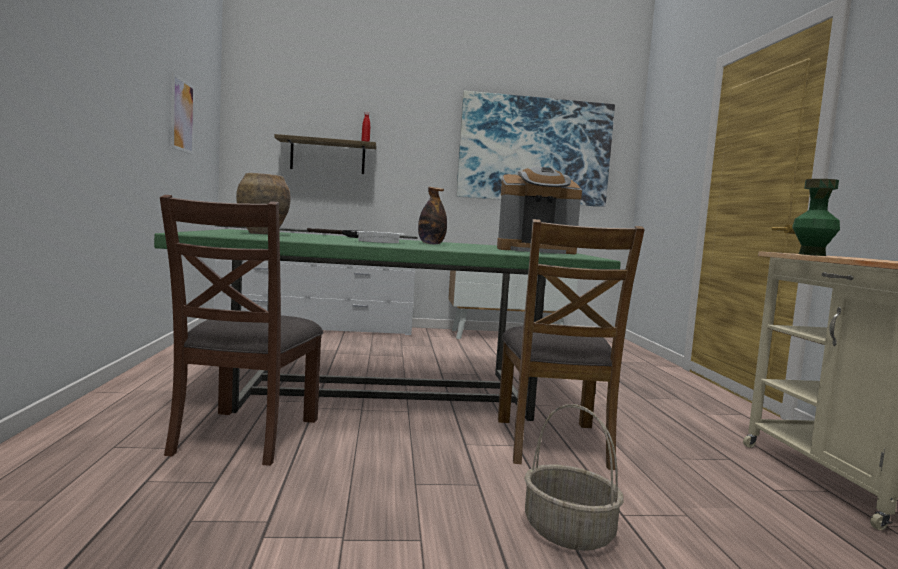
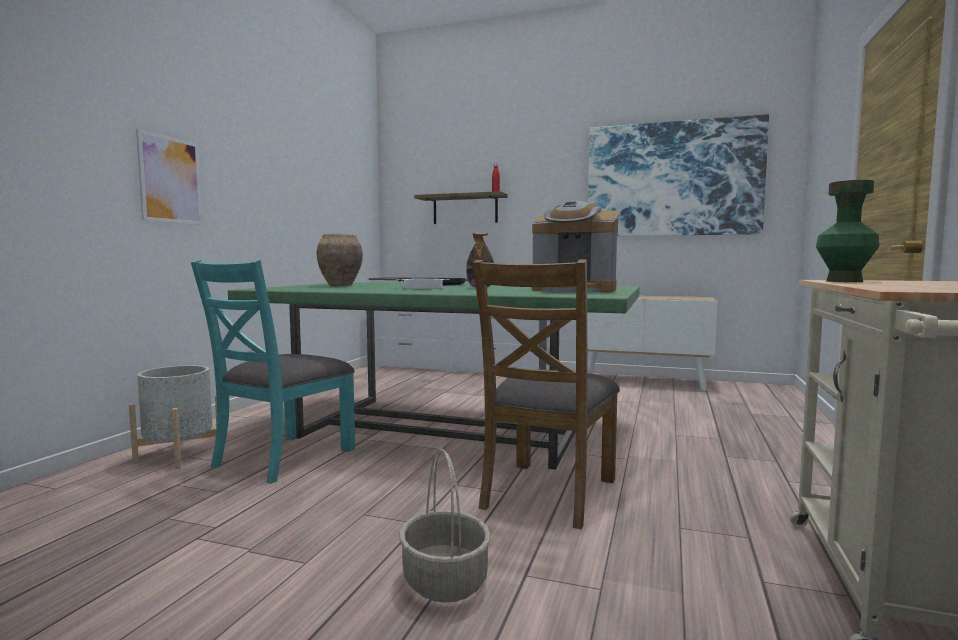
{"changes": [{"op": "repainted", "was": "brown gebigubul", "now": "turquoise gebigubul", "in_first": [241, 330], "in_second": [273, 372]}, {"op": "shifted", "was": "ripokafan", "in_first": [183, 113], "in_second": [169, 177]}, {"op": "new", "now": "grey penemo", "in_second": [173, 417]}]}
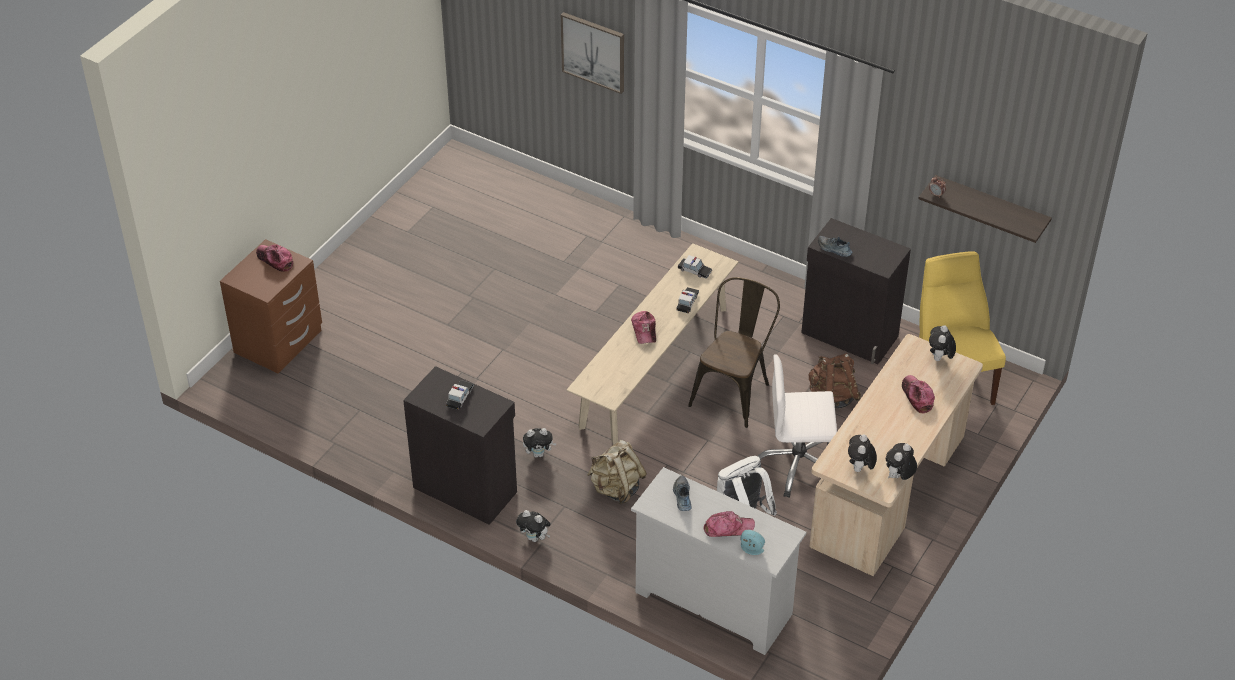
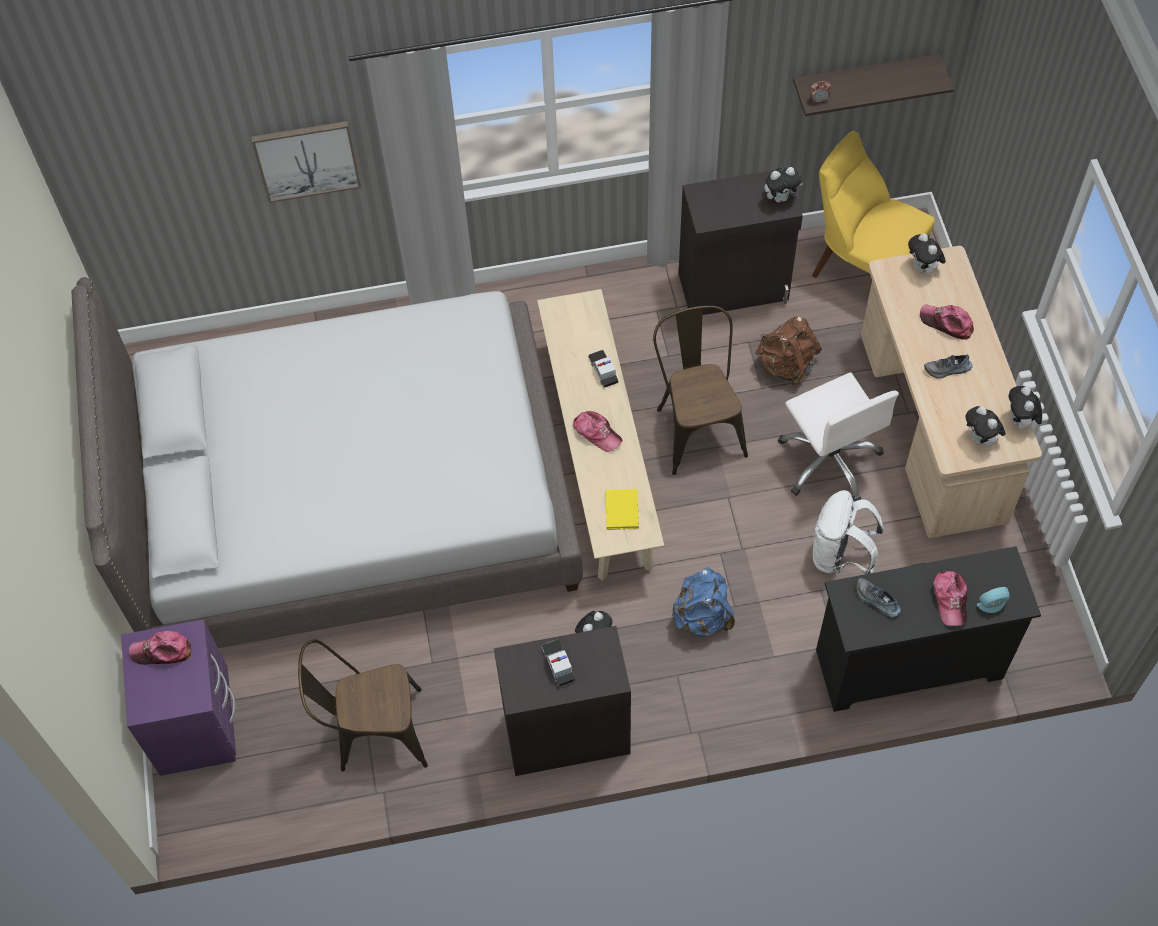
{"changes": [{"op": "repainted", "was": "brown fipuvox", "now": "purple fipuvox", "in_first": [271, 306], "in_second": [178, 698]}, {"op": "shifted", "was": "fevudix", "in_first": [533, 526], "in_second": [783, 184]}, {"op": "repainted", "was": "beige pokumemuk", "now": "blue pokumemuk", "in_first": [617, 472], "in_second": [703, 602]}, {"op": "repainted", "was": "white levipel", "now": "black levipel", "in_first": [718, 561], "in_second": [928, 629]}, {"op": "gone", "was": "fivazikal", "in_first": [695, 267]}, {"op": "rotated", "was": "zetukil", "in_first": [729, 524], "in_second": [950, 598], "clockwise": 135}, {"op": "rotated", "was": "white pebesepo", "in_first": [797, 426], "in_second": [838, 436], "clockwise": -75}, {"op": "shifted", "was": "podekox", "in_first": [835, 246], "in_second": [948, 366]}, {"op": "new", "now": "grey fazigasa", "in_second": [327, 462]}, {"op": "new", "now": "brown gebigubul", "in_second": [363, 705]}, {"op": "new", "now": "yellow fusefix", "in_second": [622, 509]}]}
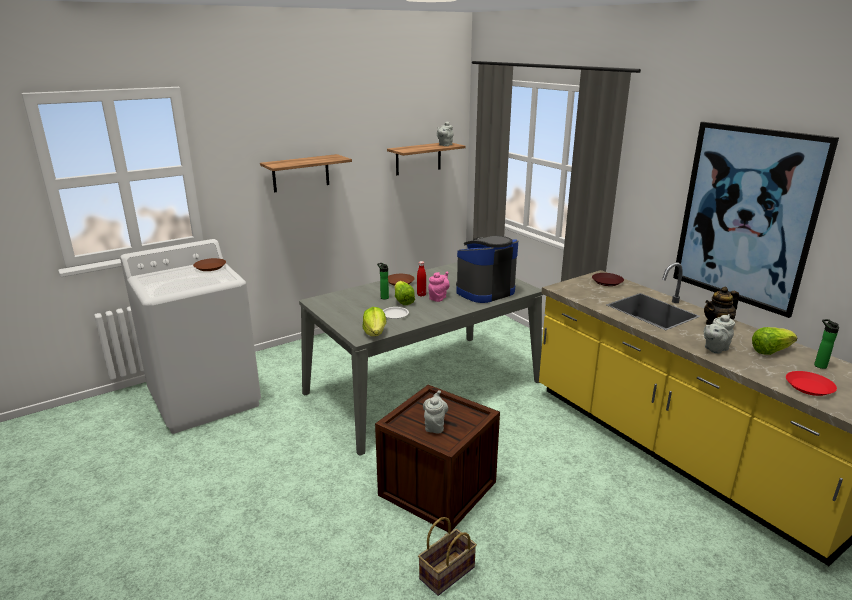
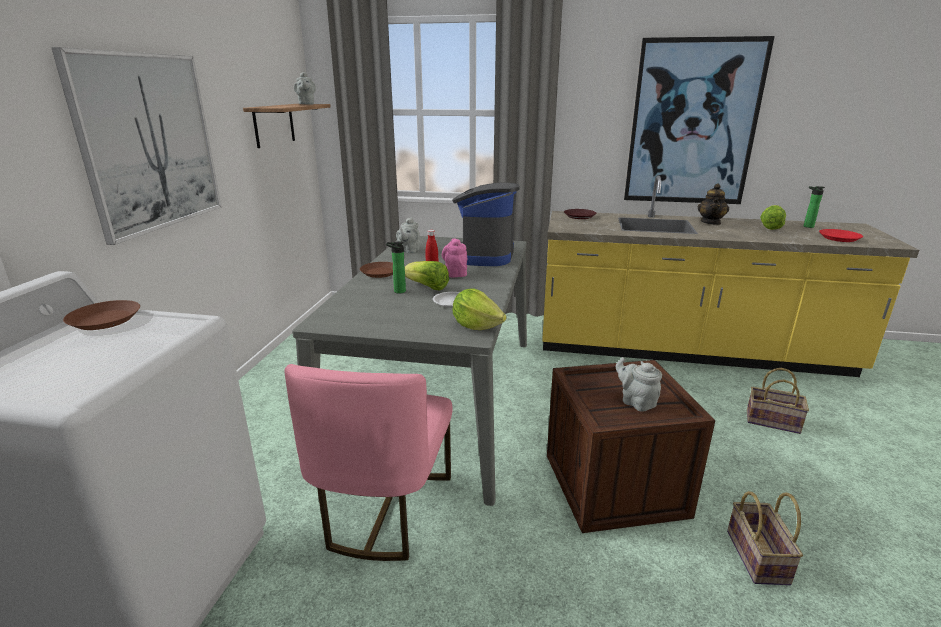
{"changes": [{"op": "swapped", "was": "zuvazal", "now": "ripokafan", "in_first": [306, 173], "in_second": [136, 146]}, {"op": "shifted", "was": "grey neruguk", "in_first": [719, 334], "in_second": [408, 235]}, {"op": "new", "now": "pink gebigubul", "in_second": [368, 462]}, {"op": "new", "now": "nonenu", "in_second": [778, 401]}]}
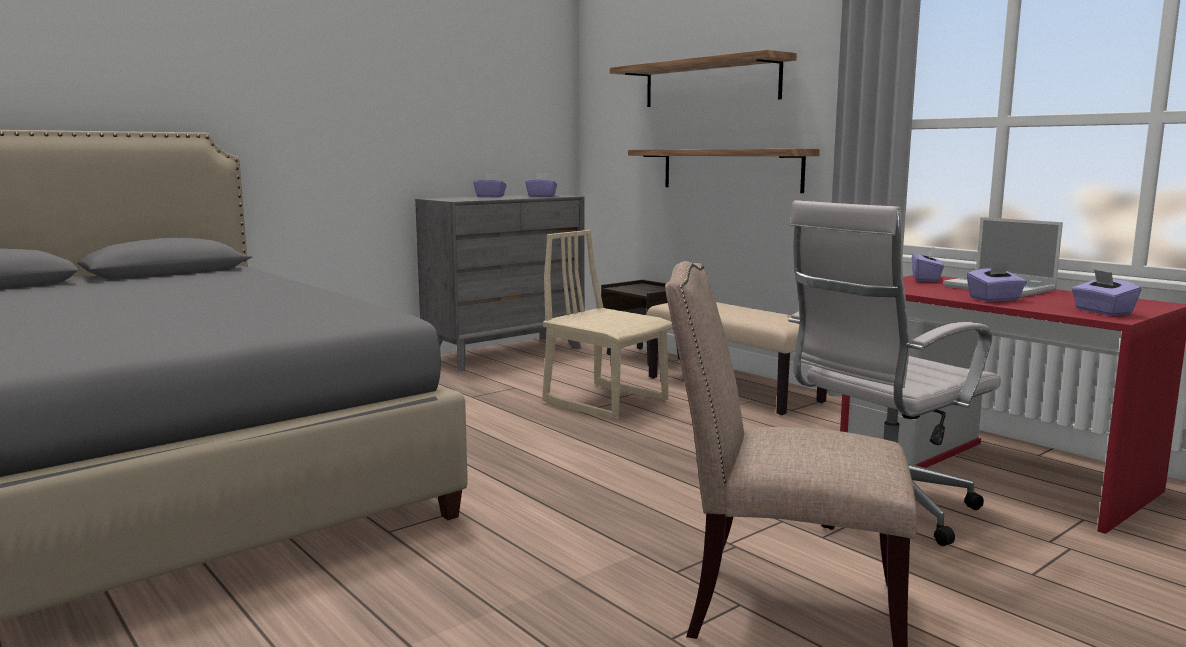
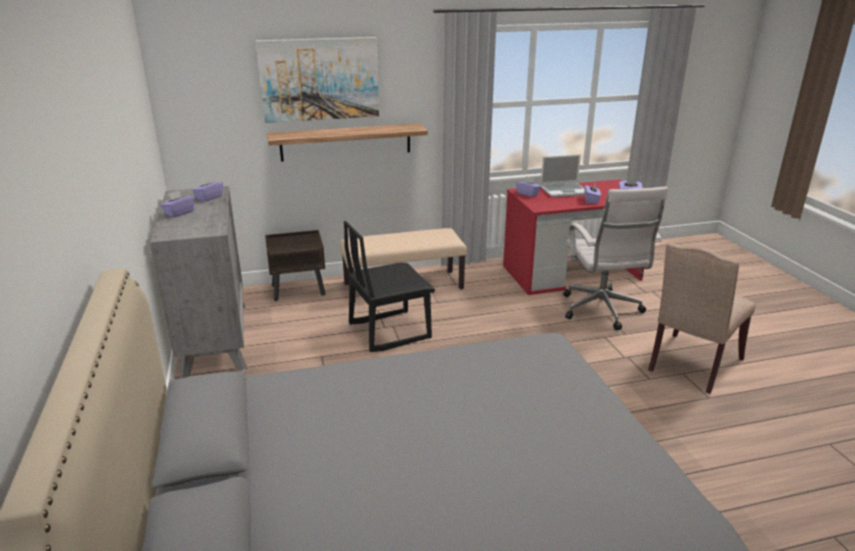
{"changes": [{"op": "repainted", "was": "beige gebigubul", "now": "black gebigubul", "in_first": [607, 325], "in_second": [389, 286]}, {"op": "swapped", "was": "zuvazal", "now": "ripokafan", "in_first": [703, 78], "in_second": [317, 80]}]}
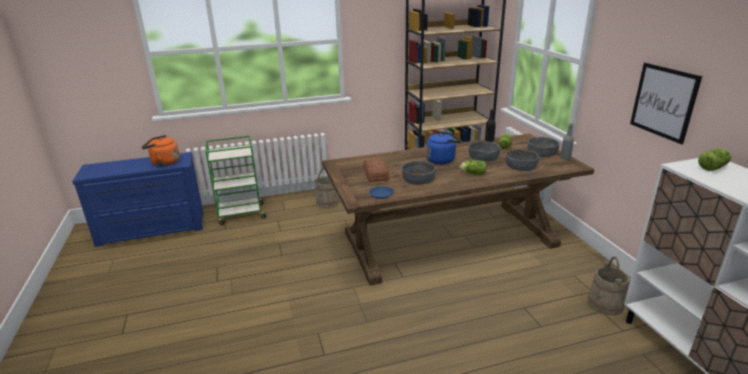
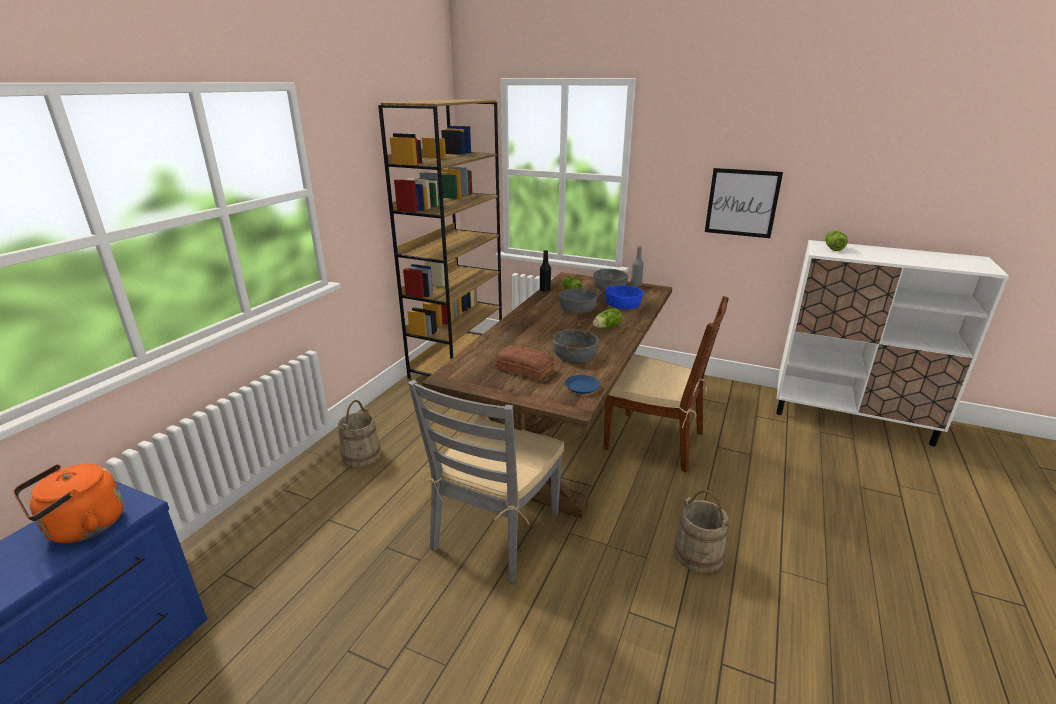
{"changes": [{"op": "gone", "was": "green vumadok", "in_first": [236, 180]}, {"op": "gone", "was": "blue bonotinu", "in_first": [444, 147]}, {"op": "repainted", "was": "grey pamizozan", "now": "blue pamizozan", "in_first": [523, 160], "in_second": [624, 297]}, {"op": "shifted", "was": "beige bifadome", "in_first": [608, 286], "in_second": [701, 531]}, {"op": "new", "now": "grey gebigubul", "in_second": [486, 481]}, {"op": "new", "now": "brown gebigubul", "in_second": [666, 384]}]}
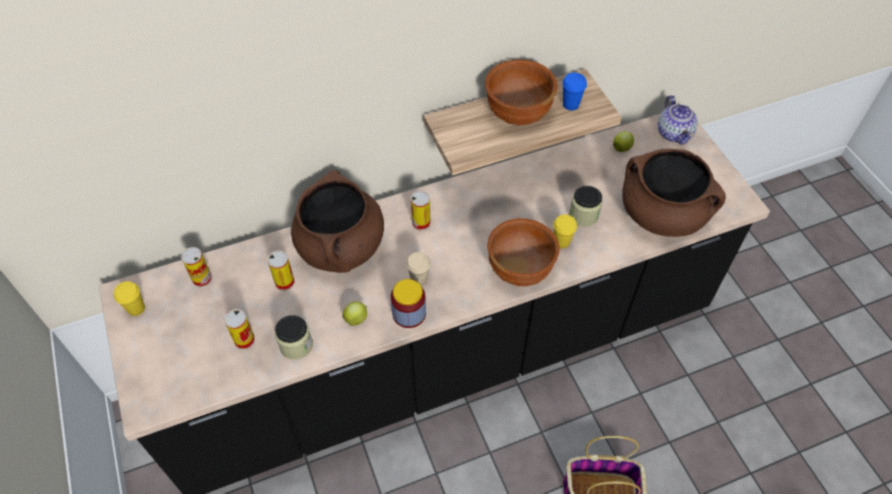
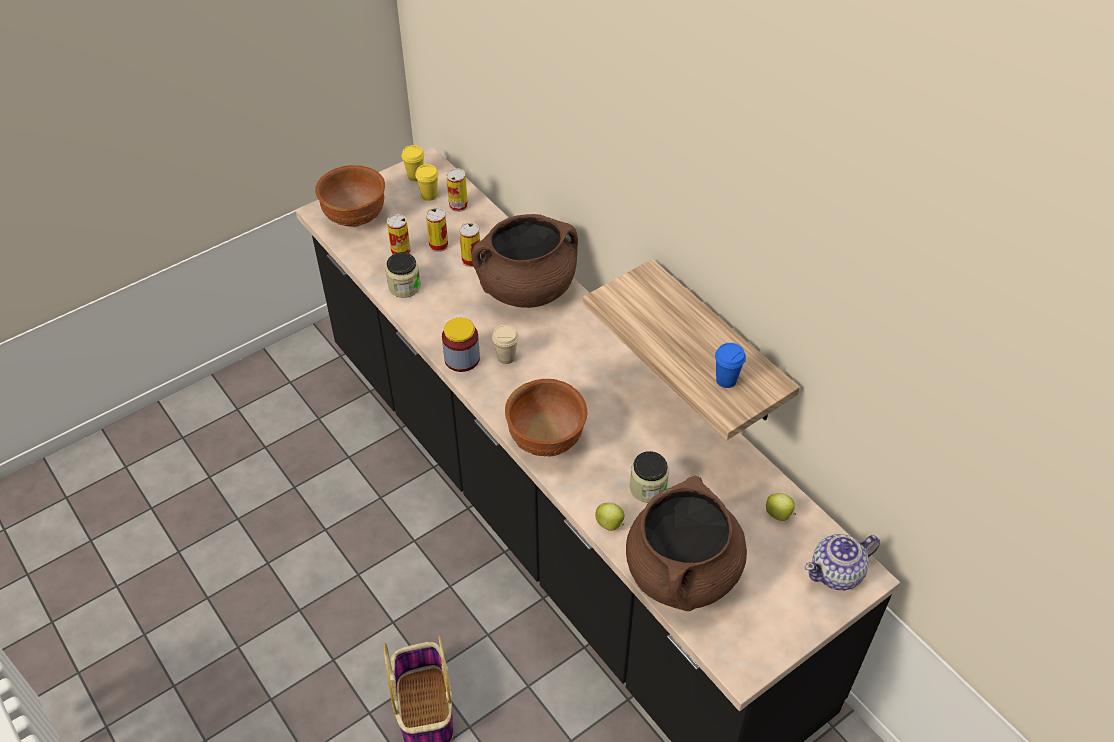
{"changes": [{"op": "shifted", "was": "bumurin", "in_first": [354, 313], "in_second": [609, 517]}, {"op": "shifted", "was": "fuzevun", "in_first": [420, 211], "in_second": [437, 230]}, {"op": "shifted", "was": "brown pamizozan", "in_first": [521, 92], "in_second": [350, 196]}, {"op": "shifted", "was": "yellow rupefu", "in_first": [565, 231], "in_second": [427, 182]}]}
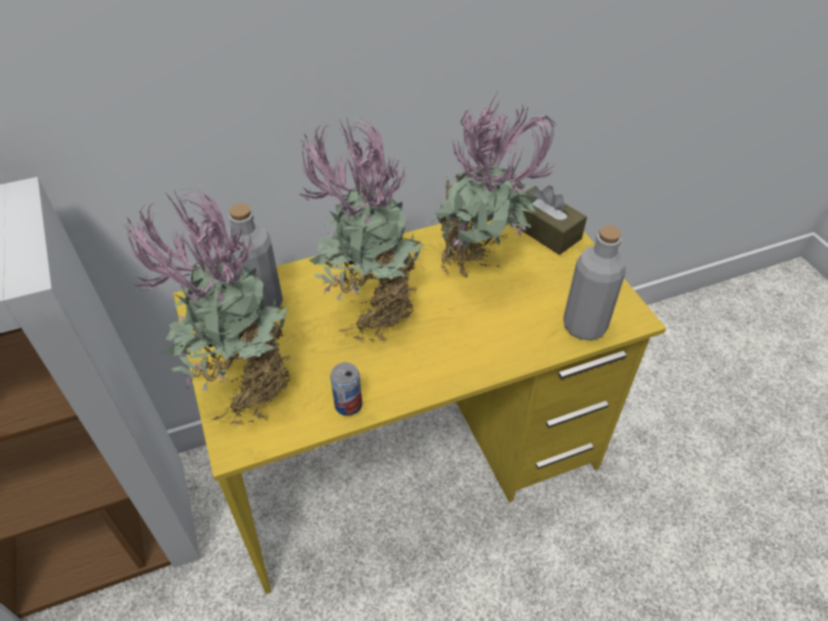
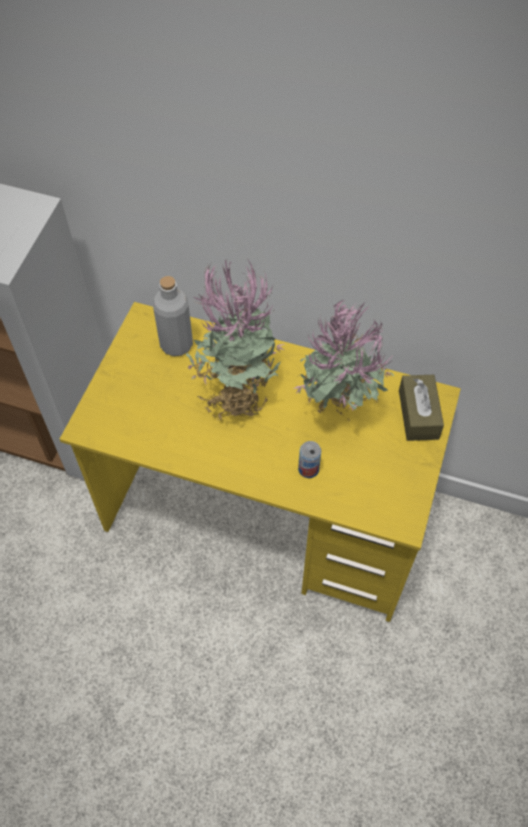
{"changes": [{"op": "gone", "was": "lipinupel", "in_first": [208, 307]}, {"op": "shifted", "was": "fuzevun", "in_first": [346, 389], "in_second": [309, 459]}, {"op": "gone", "was": "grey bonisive", "in_first": [595, 283]}]}
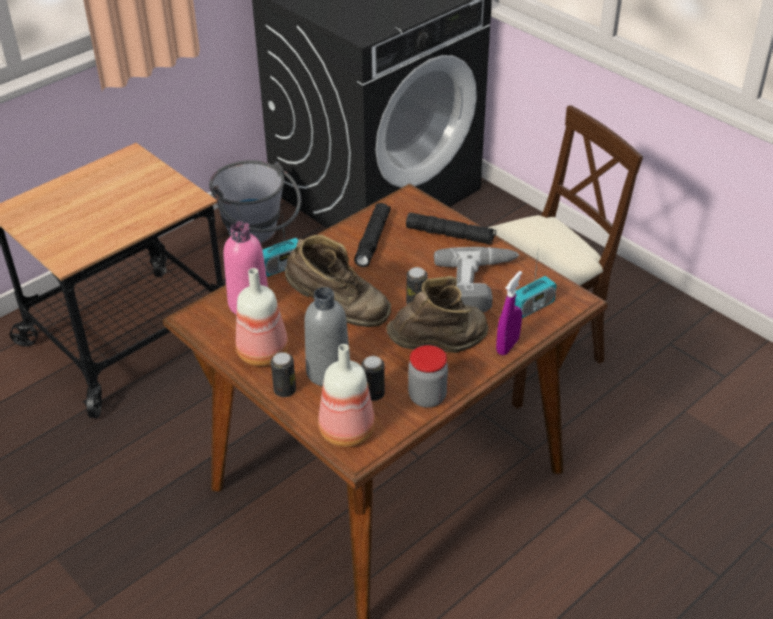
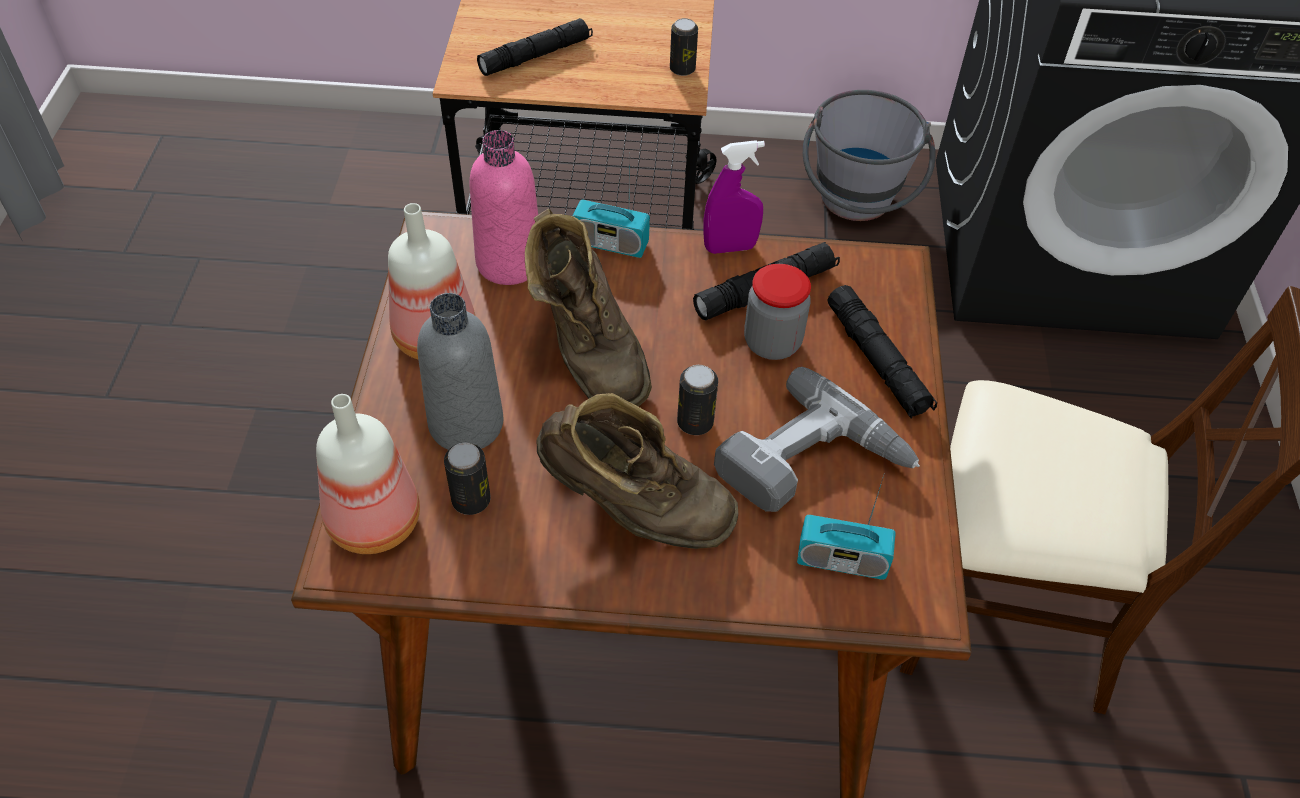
{"changes": [{"op": "shifted", "was": "fuzevun", "in_first": [283, 374], "in_second": [684, 47]}, {"op": "shifted", "was": "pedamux", "in_first": [428, 376], "in_second": [777, 312]}, {"op": "shifted", "was": "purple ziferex", "in_first": [509, 313], "in_second": [734, 197]}, {"op": "new", "now": "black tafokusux", "in_second": [535, 47]}]}
